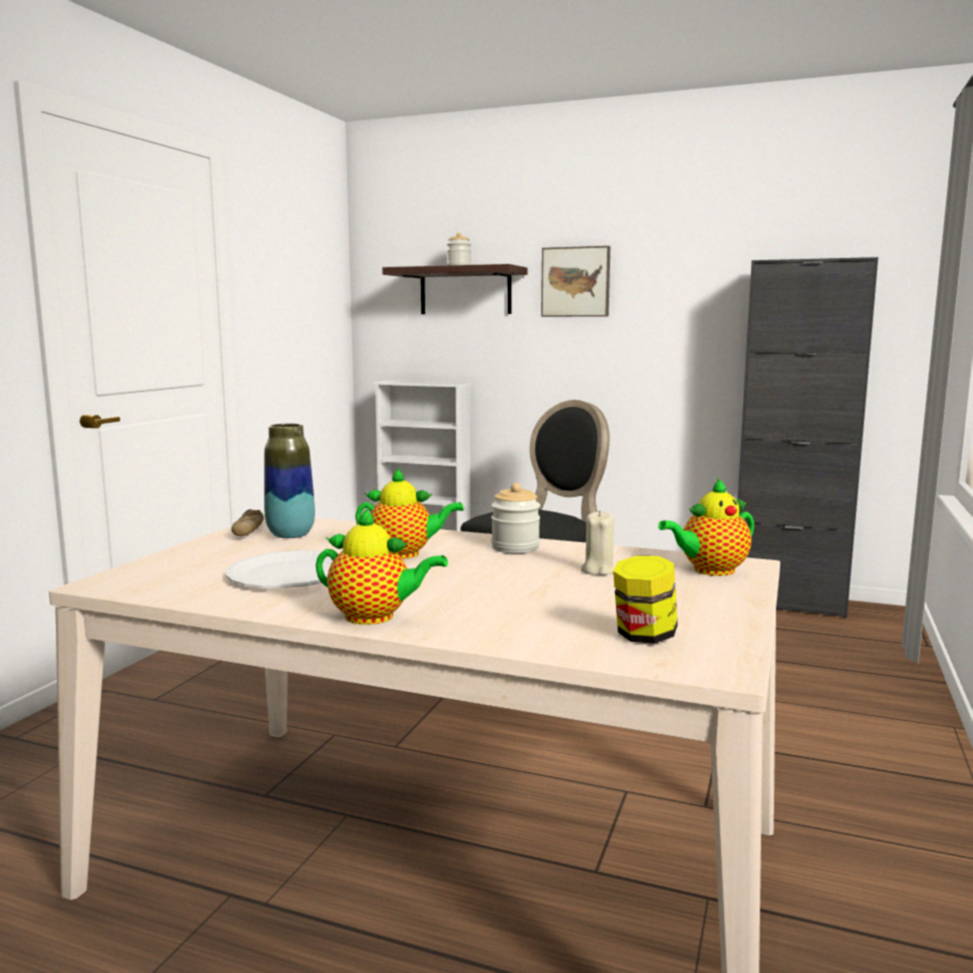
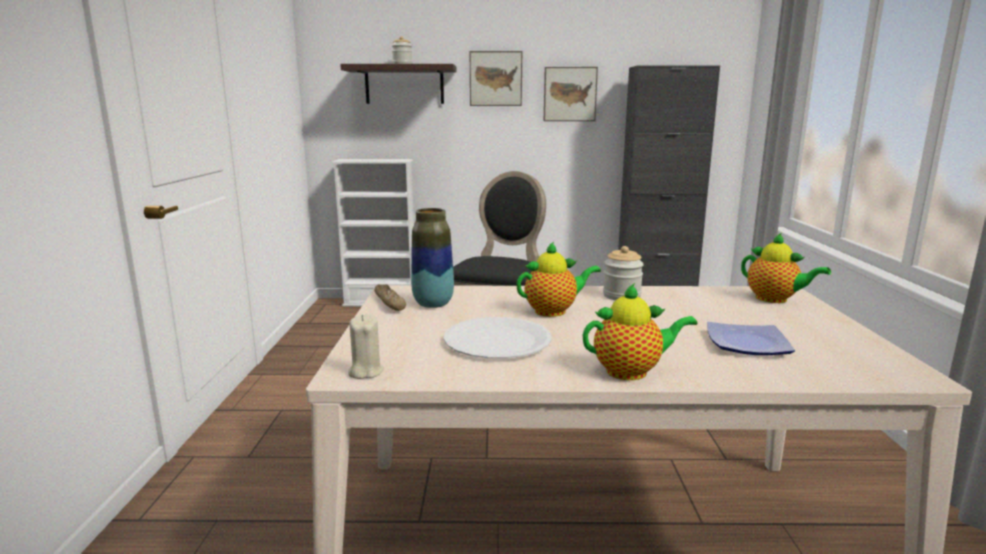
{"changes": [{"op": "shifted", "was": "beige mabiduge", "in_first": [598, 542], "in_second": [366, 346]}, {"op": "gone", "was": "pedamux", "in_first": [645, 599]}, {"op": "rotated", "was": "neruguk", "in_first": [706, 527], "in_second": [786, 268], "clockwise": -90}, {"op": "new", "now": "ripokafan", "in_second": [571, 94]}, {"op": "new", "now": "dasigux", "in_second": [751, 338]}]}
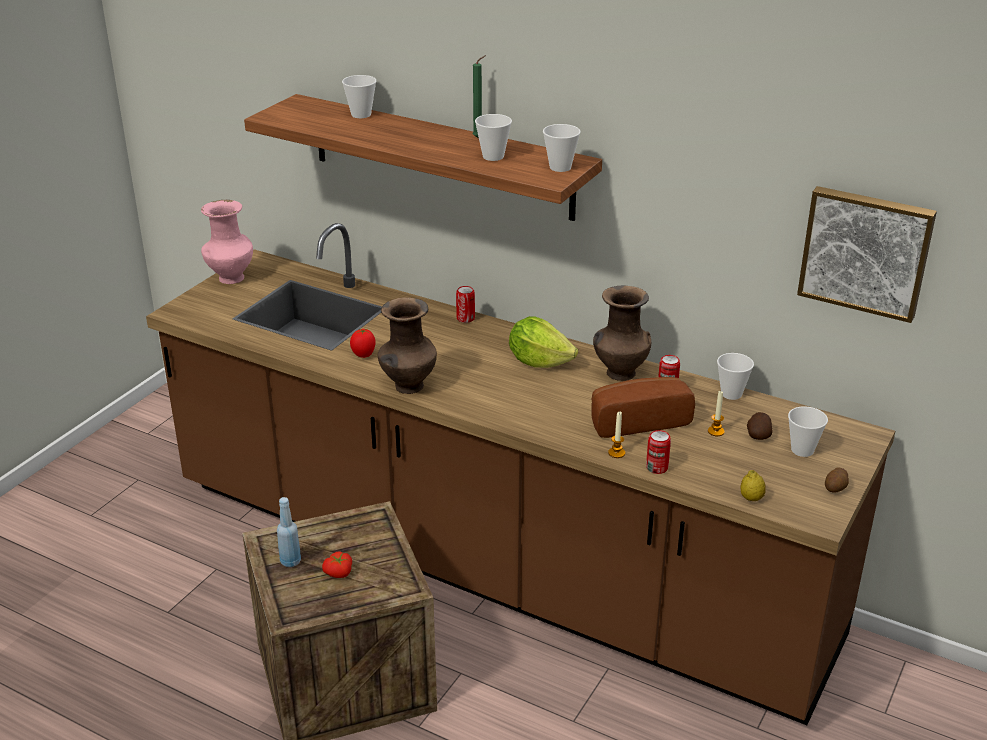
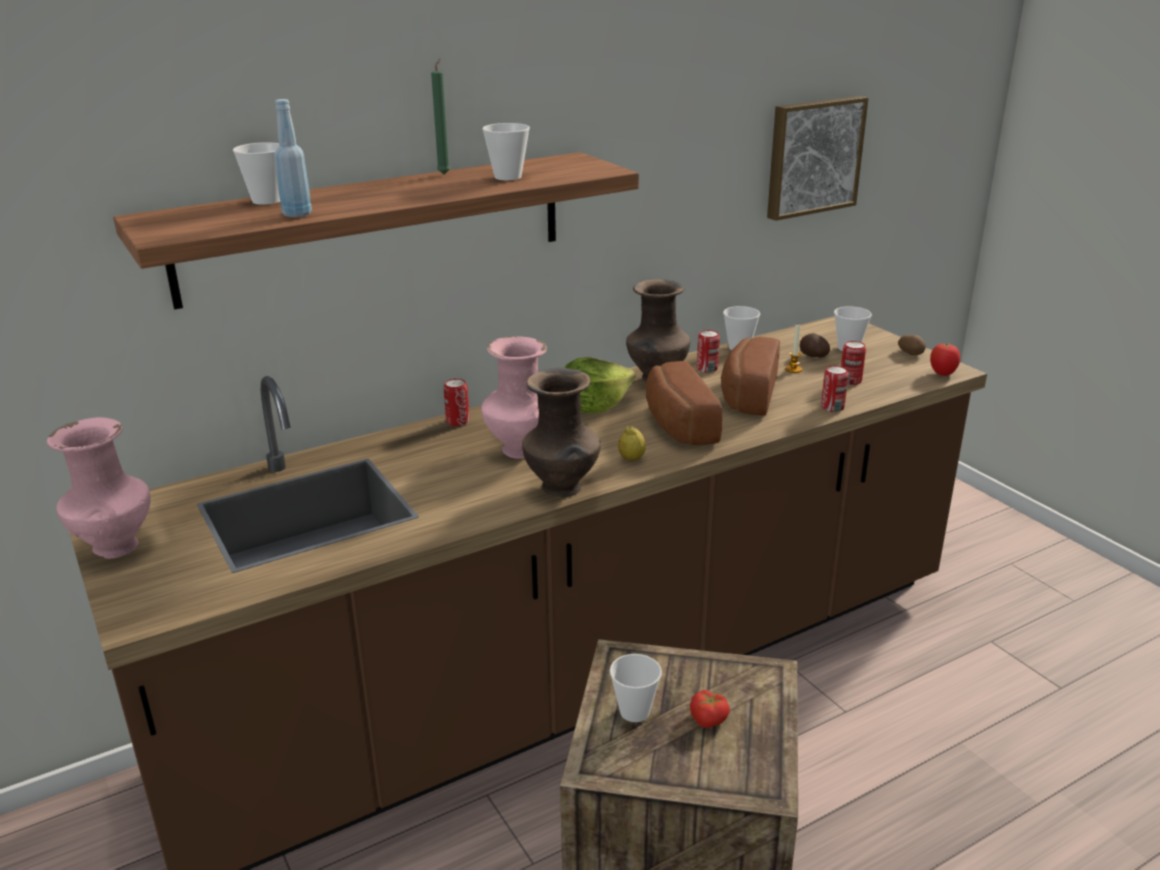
{"changes": [{"op": "shifted", "was": "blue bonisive", "in_first": [289, 532], "in_second": [293, 158]}, {"op": "shifted", "was": "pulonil", "in_first": [363, 343], "in_second": [945, 359]}, {"op": "shifted", "was": "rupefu", "in_first": [562, 148], "in_second": [636, 688]}, {"op": "gone", "was": "mabiduge", "in_first": [616, 434]}, {"op": "shifted", "was": "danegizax", "in_first": [753, 485], "in_second": [632, 443]}, {"op": "new", "now": "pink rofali", "in_second": [514, 397]}, {"op": "new", "now": "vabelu", "in_second": [684, 403]}, {"op": "new", "now": "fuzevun", "in_second": [853, 363]}]}
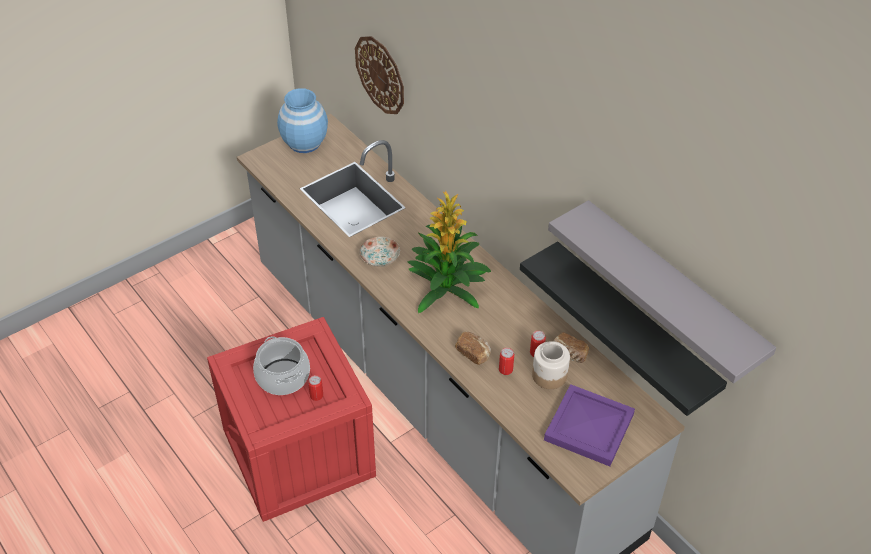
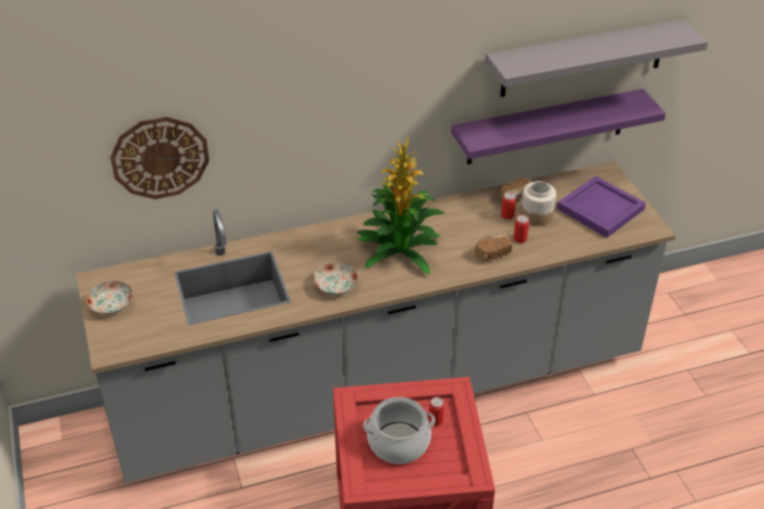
{"changes": [{"op": "swapped", "was": "blue rofali", "now": "dasigux", "in_first": [302, 120], "in_second": [109, 298]}, {"op": "repainted", "was": "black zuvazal", "now": "purple zuvazal", "in_first": [623, 328], "in_second": [558, 126]}]}
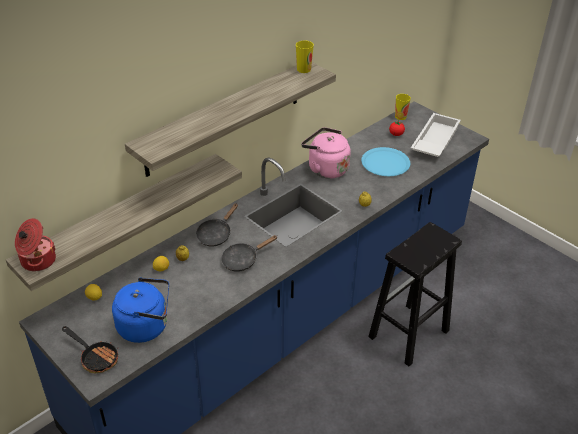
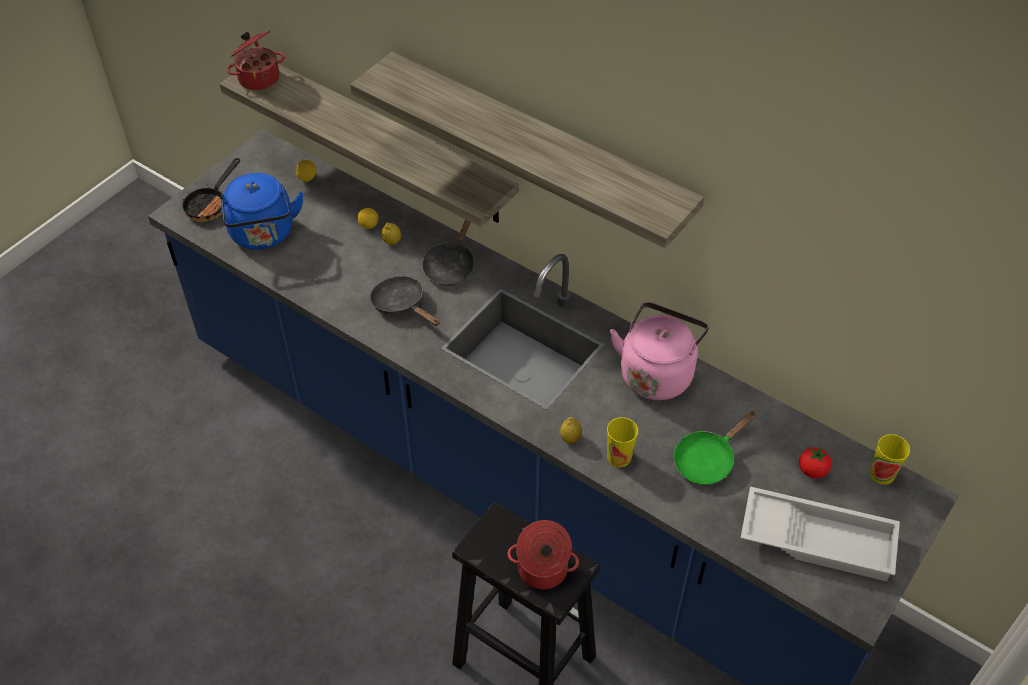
{"changes": [{"op": "rotated", "was": "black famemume", "in_first": [217, 224], "in_second": [448, 252], "clockwise": -90}, {"op": "shifted", "was": "rupefu", "in_first": [305, 57], "in_second": [622, 442]}, {"op": "swapped", "was": "blue dasigux", "now": "green famemume", "in_first": [385, 161], "in_second": [715, 448]}, {"op": "new", "now": "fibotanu", "in_second": [543, 554]}]}
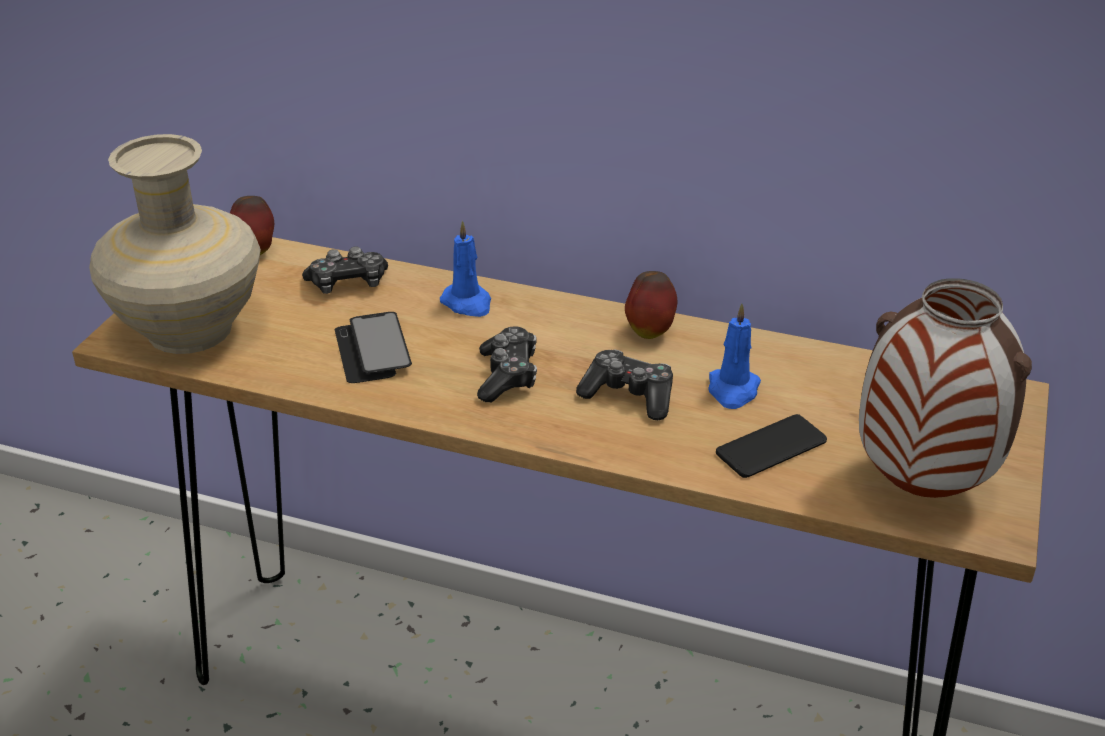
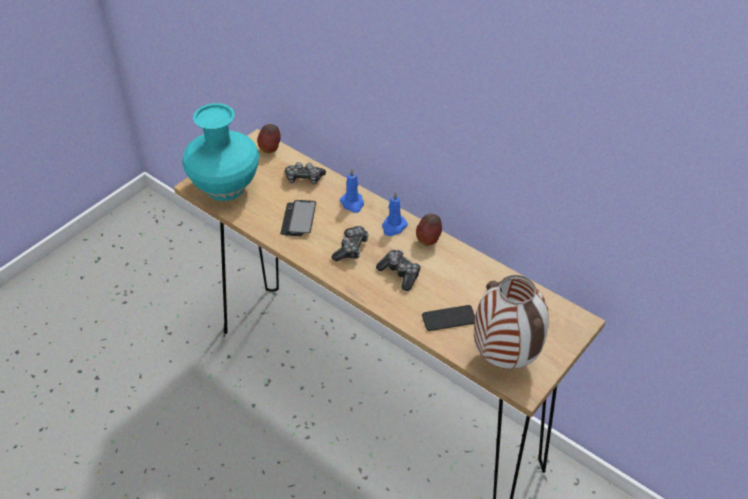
{"changes": [{"op": "repainted", "was": "beige rofali", "now": "turquoise rofali", "in_first": [175, 244], "in_second": [220, 152]}, {"op": "shifted", "was": "blue mabiduge", "in_first": [734, 356], "in_second": [395, 214]}]}
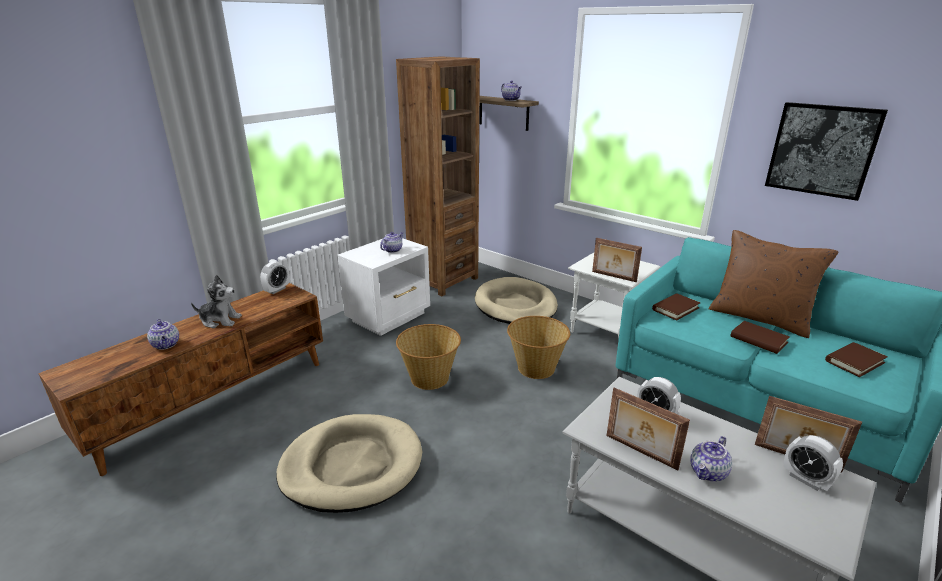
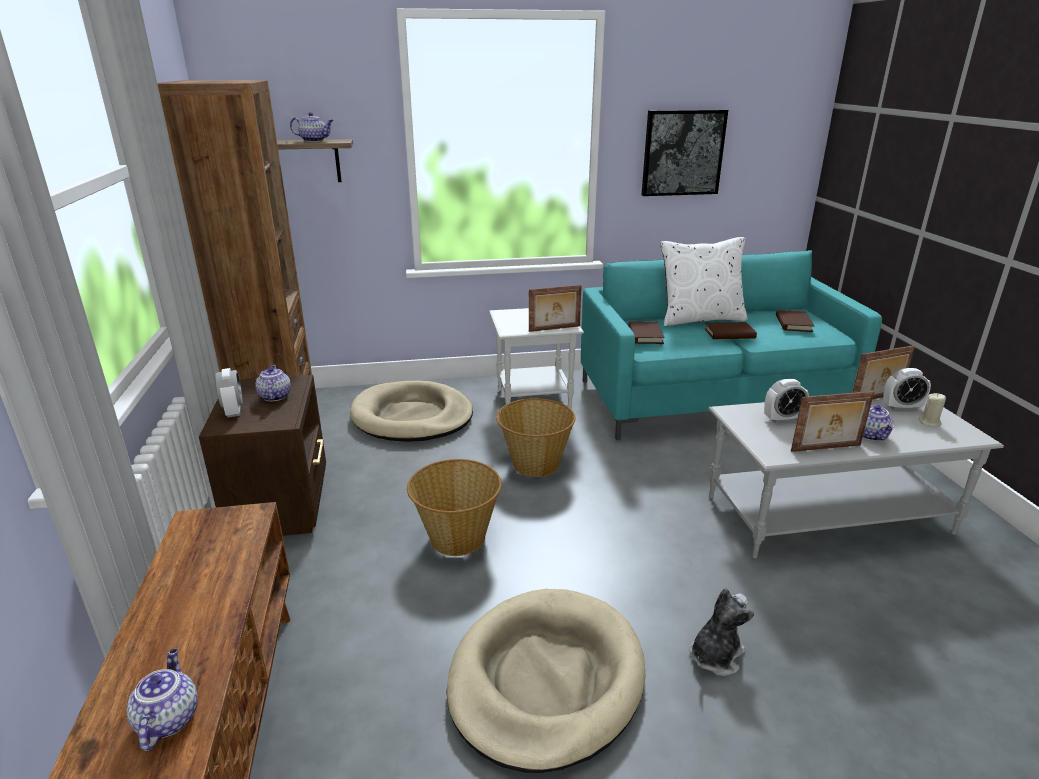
{"changes": [{"op": "rotated", "was": "neruguk", "in_first": [163, 334], "in_second": [162, 700], "clockwise": -105}, {"op": "shifted", "was": "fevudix", "in_first": [216, 301], "in_second": [721, 632]}, {"op": "shifted", "was": "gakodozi", "in_first": [274, 277], "in_second": [229, 393]}, {"op": "repainted", "was": "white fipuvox", "now": "brown fipuvox", "in_first": [383, 287], "in_second": [262, 455]}, {"op": "repainted", "was": "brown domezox", "now": "white domezox", "in_first": [774, 284], "in_second": [703, 281]}, {"op": "new", "now": "beige mabiduge", "in_second": [932, 410]}]}
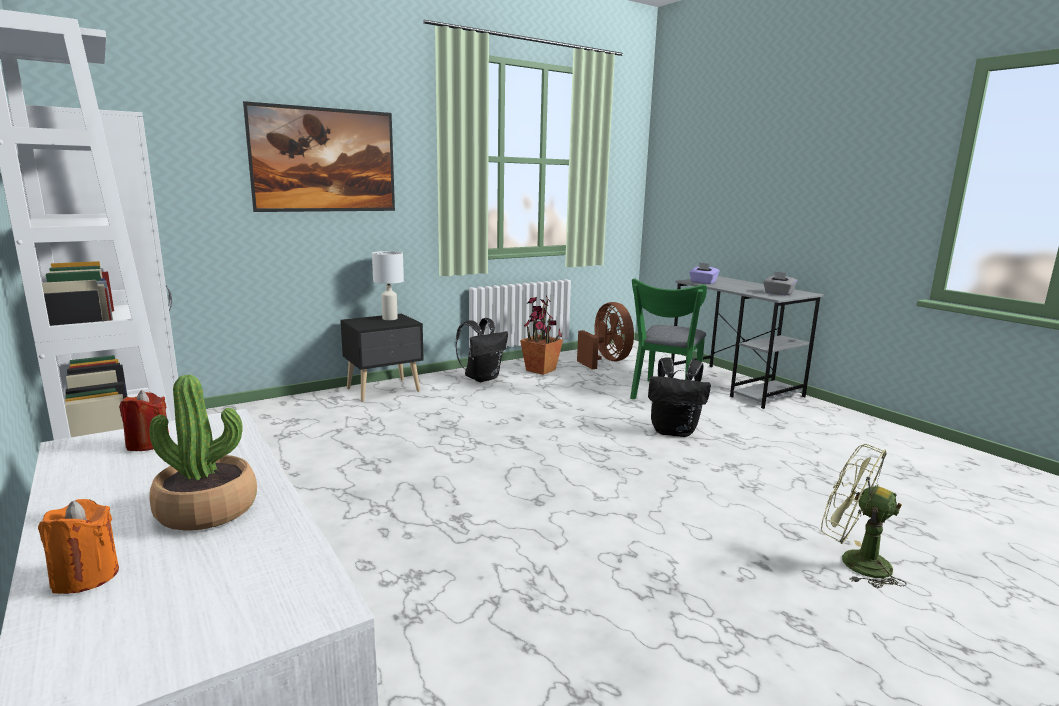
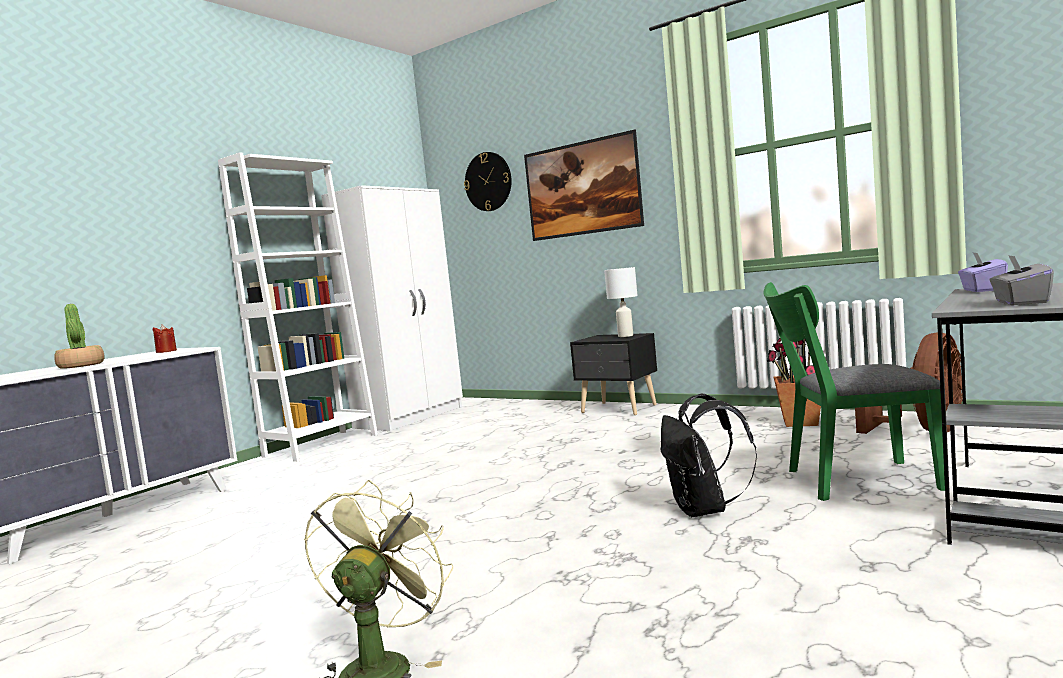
{"changes": [{"op": "gone", "was": "orange mabiduge", "in_first": [78, 546]}, {"op": "gone", "was": "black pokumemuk", "in_first": [481, 350]}, {"op": "new", "now": "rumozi", "in_second": [488, 181]}]}
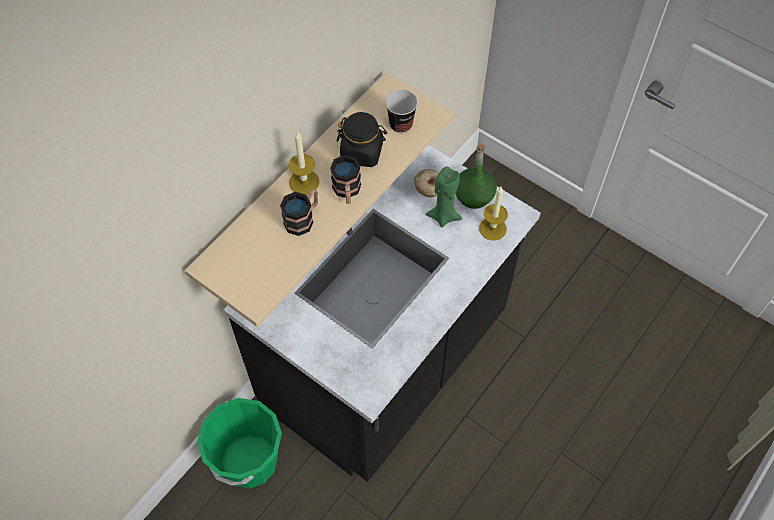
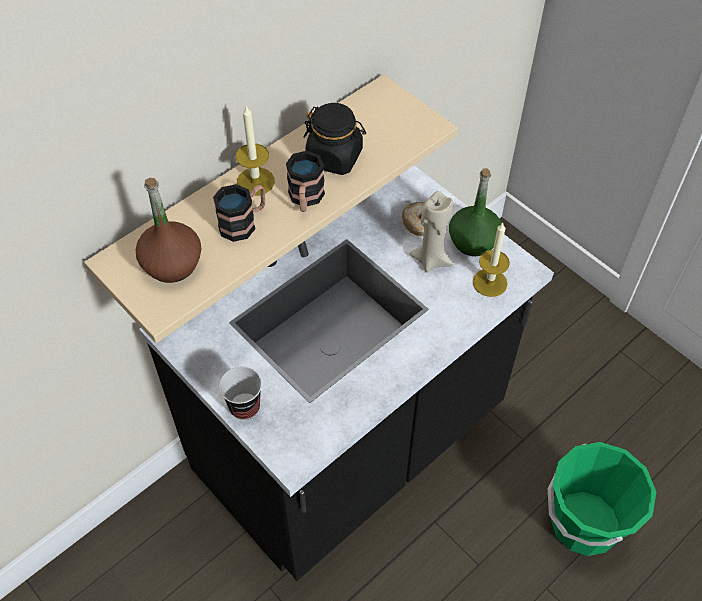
{"changes": [{"op": "shifted", "was": "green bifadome", "in_first": [239, 443], "in_second": [602, 499]}, {"op": "shifted", "was": "rupefu", "in_first": [401, 111], "in_second": [240, 393]}, {"op": "repainted", "was": "green mabiduge", "now": "beige mabiduge", "in_first": [444, 196], "in_second": [431, 231]}, {"op": "new", "now": "brown bonisive", "in_second": [168, 230]}]}
